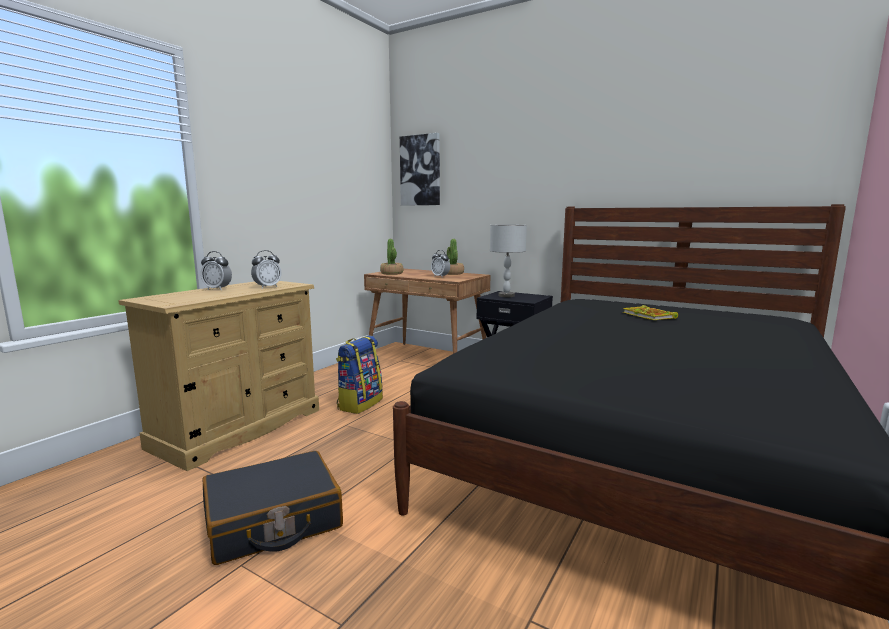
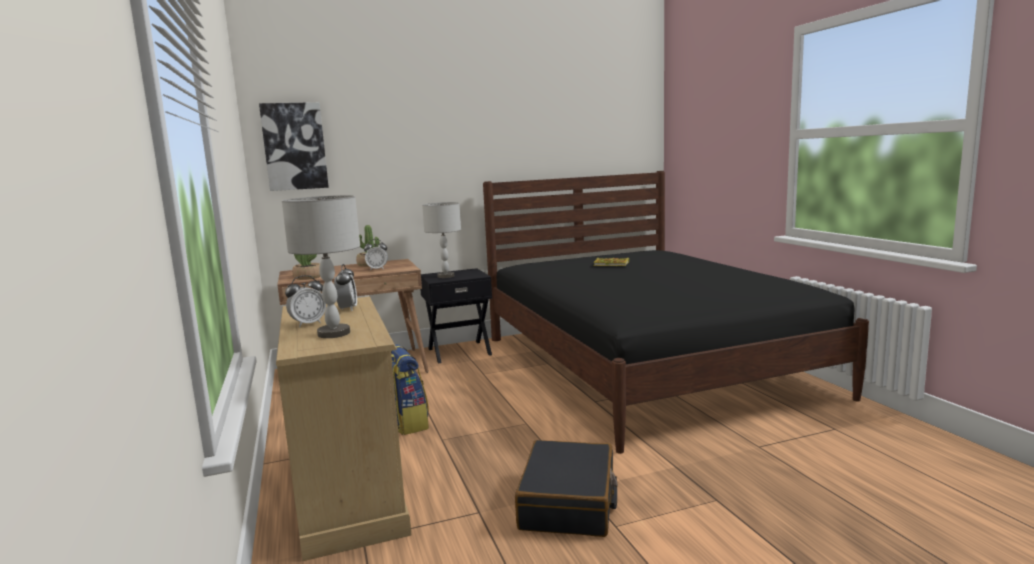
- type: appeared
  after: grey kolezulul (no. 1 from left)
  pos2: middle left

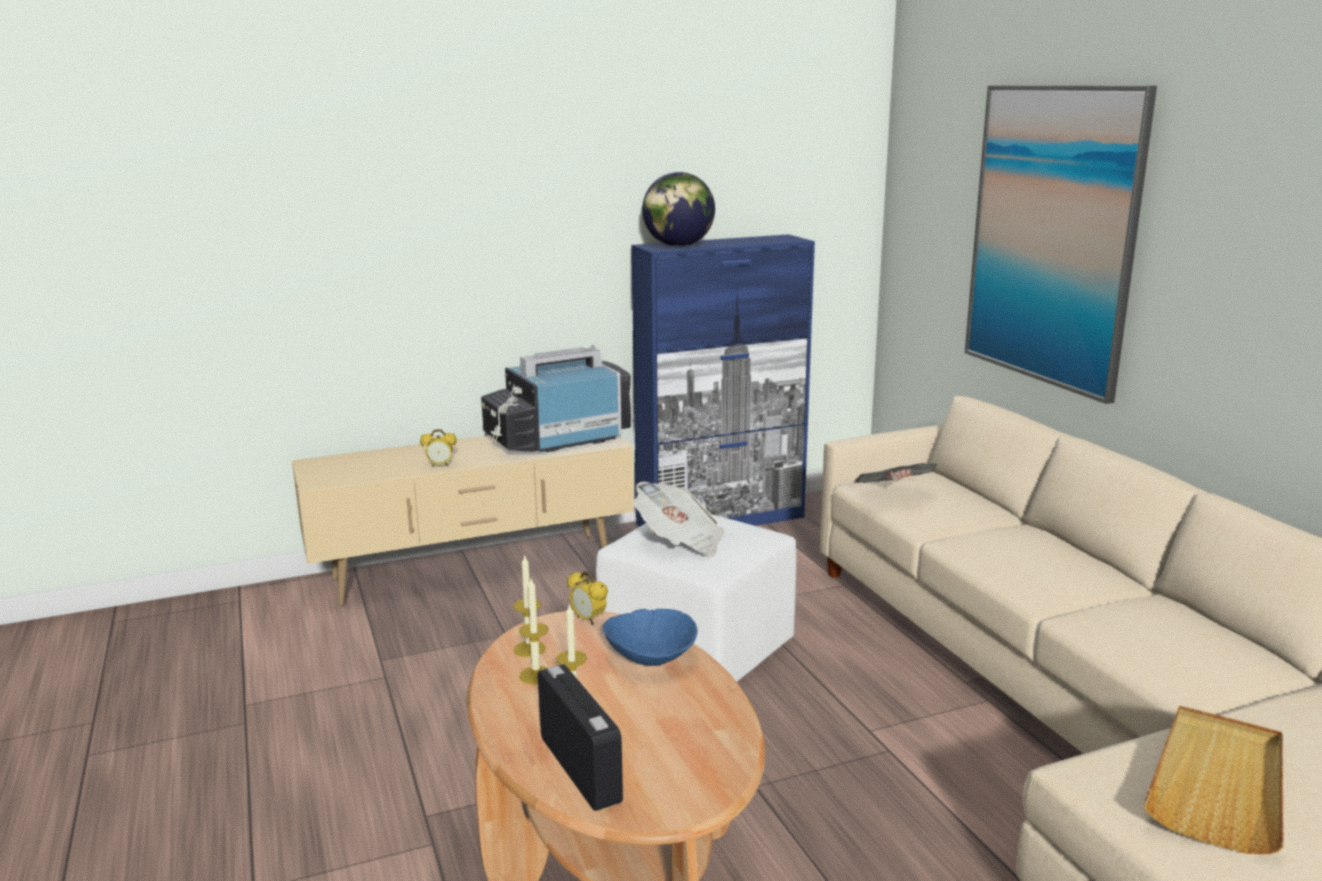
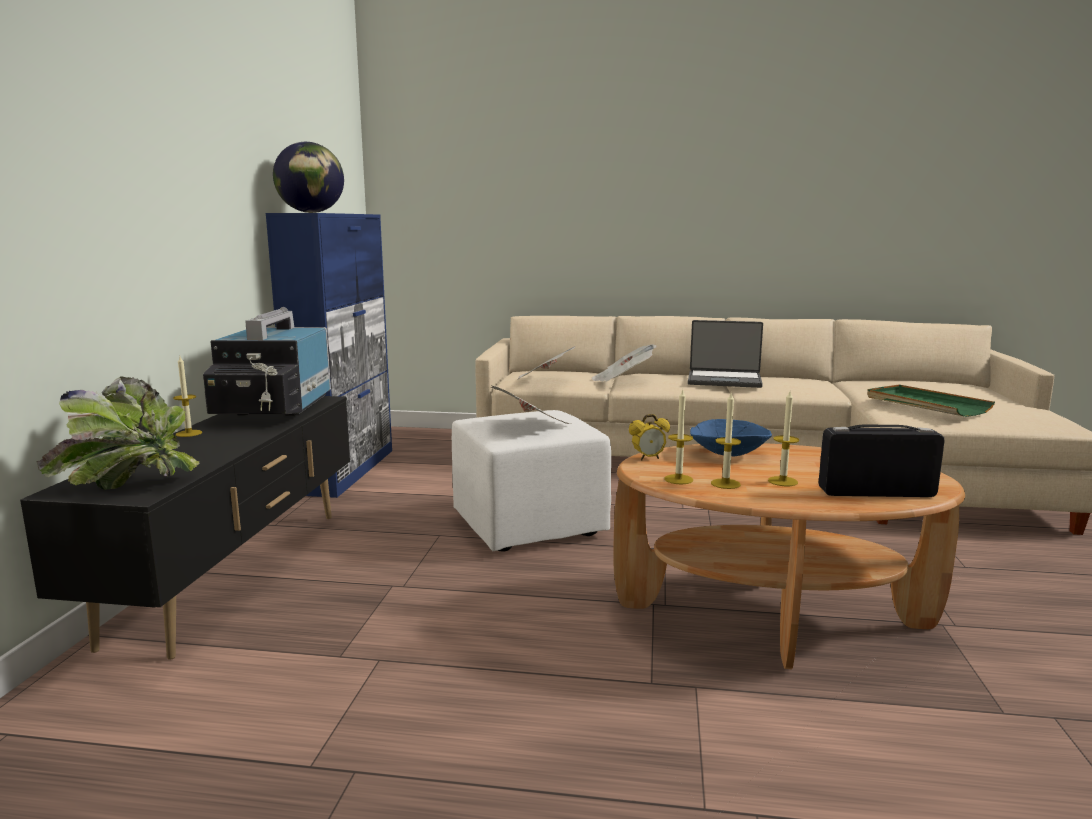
- type: missing
  before: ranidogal
  pos1: top right
- type: missing
  before: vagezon (no. 1 from left)
  pos1: middle left
- type: colour
  before: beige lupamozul
  after: black lupamozul
  pos1: centre
  pos2: middle left
- type: colour
  before: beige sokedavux
  after: green sokedavux
  pos1: bottom right
  pos2: middle right
- type: appeared
  after: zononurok
  pos2: centre
- type: appeared
  after: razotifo (no. 3 from left)
  pos2: centre
- type: appeared
  after: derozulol (no. 1 from left)
  pos2: middle left
- type: appeared
  after: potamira
  pos2: middle left

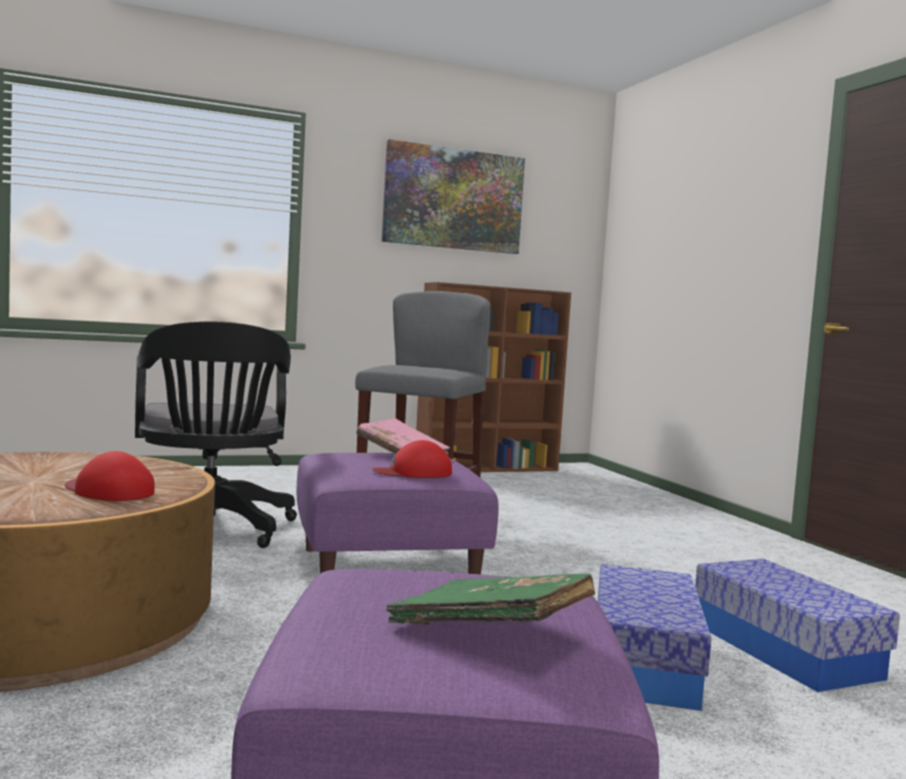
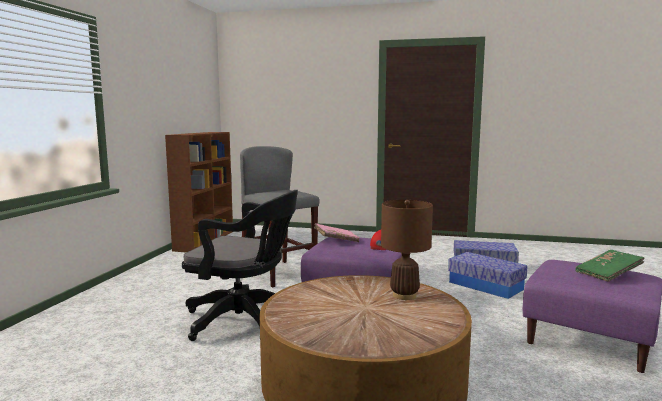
- type: missing
  before: ranidogal
  pos1: top centre
- type: exchanged
  before: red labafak (no. 1 from left)
  after: brown kolezulul
  pos1: middle left
  pos2: centre

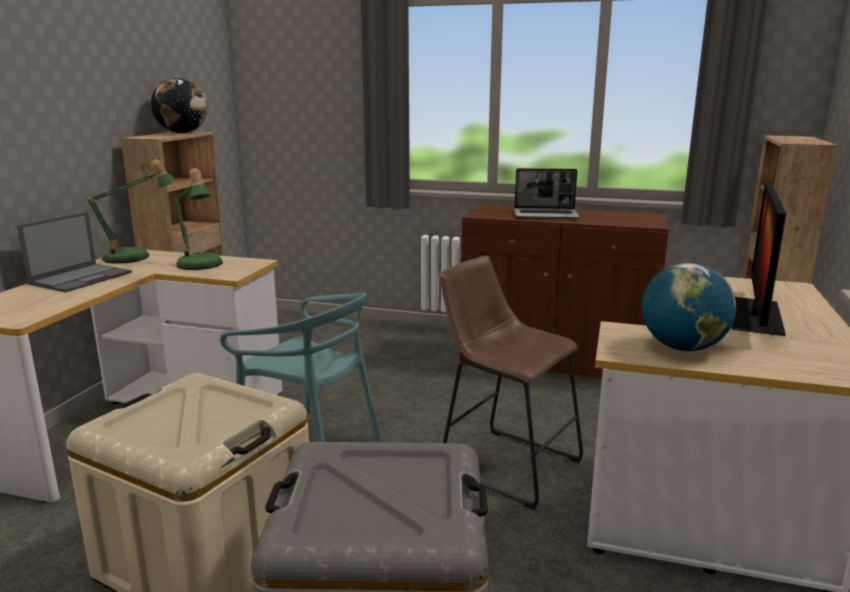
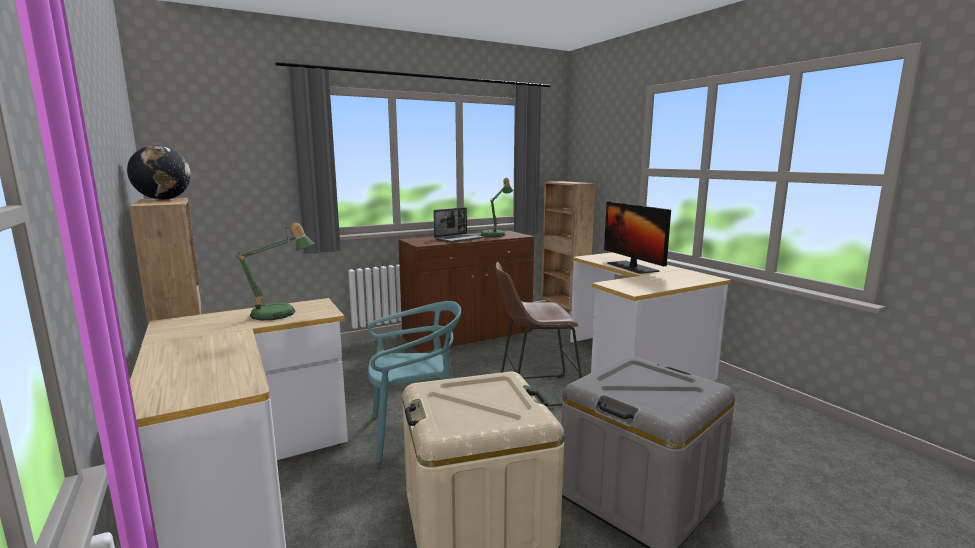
- type: relocated
  before: kolezulul (no. 1 from left in the first image)
  after: kolezulul (no. 2 from left)
  pos1: middle left
  pos2: centre
- type: missing
  before: zononurok (no. 1 from left)
  pos1: middle left
- type: missing
  before: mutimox (no. 2 from left)
  pos1: middle right

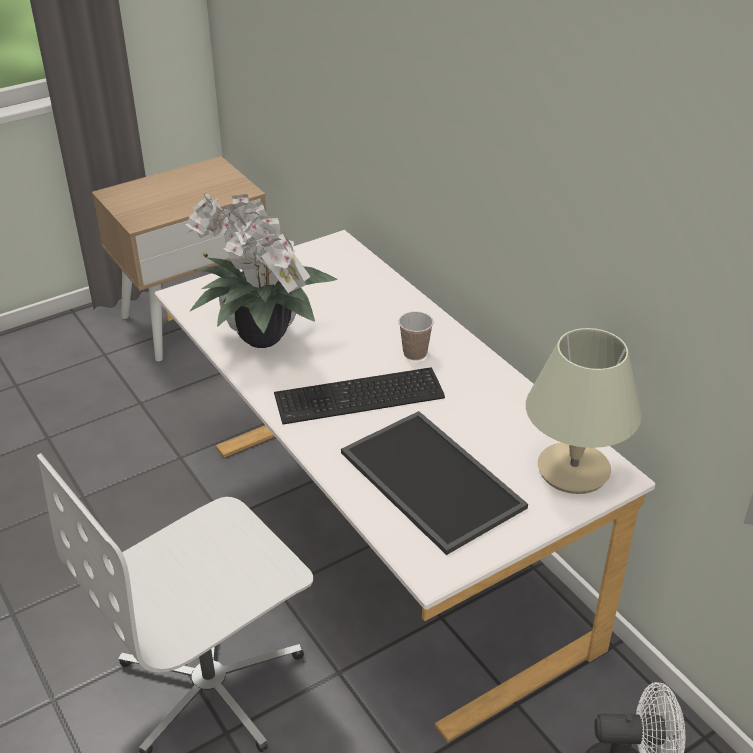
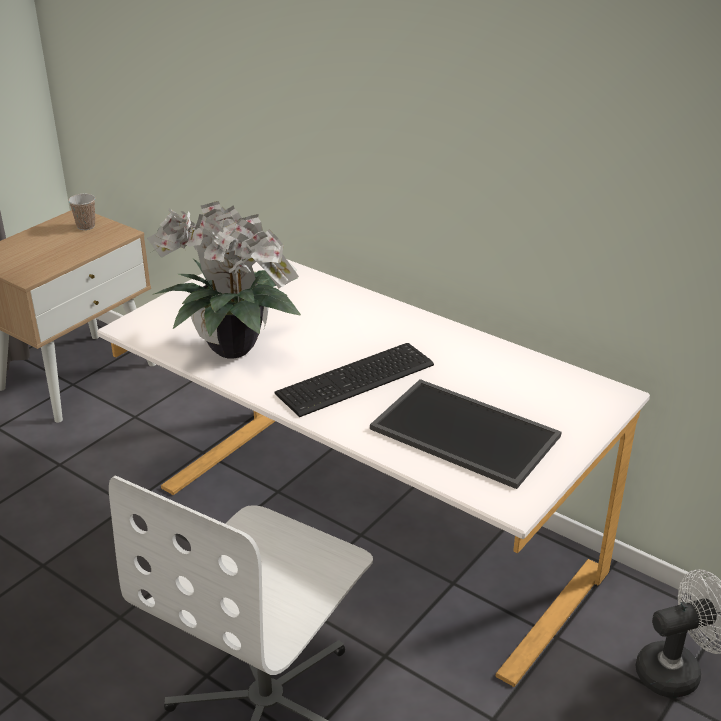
- type: relocated
  before: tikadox
  pos1: centre
  pos2: top left
- type: missing
  before: beige kolezulul
  pos1: middle right

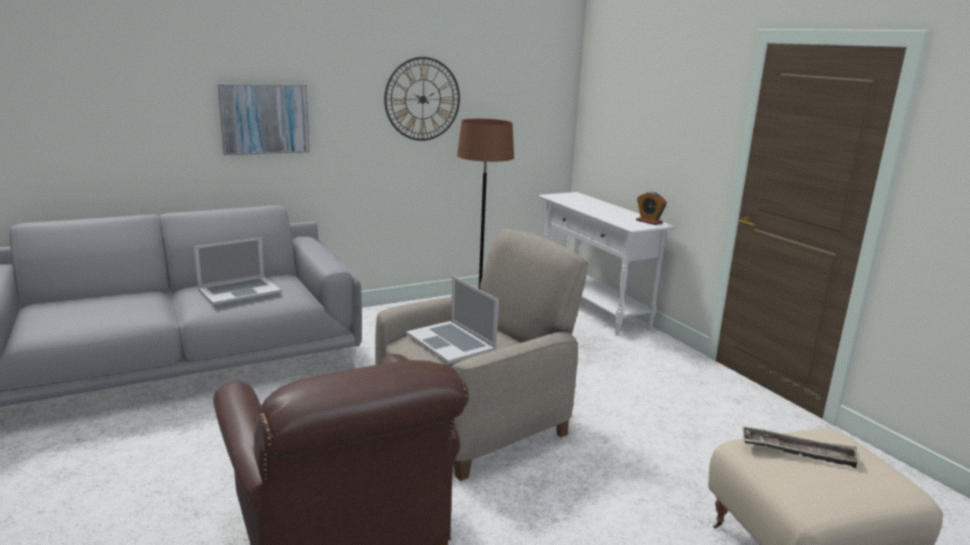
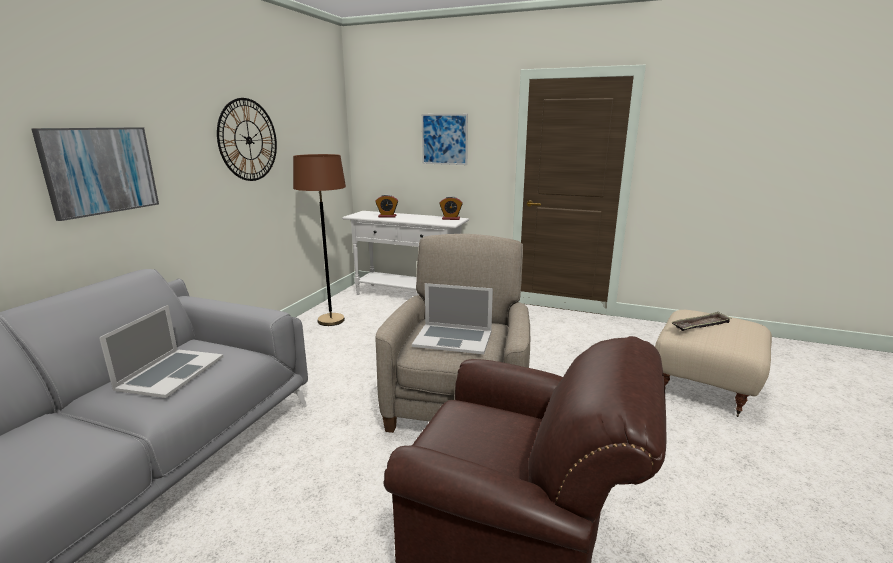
- type: appeared
  after: ranidogal (no. 2 from left)
  pos2: top centre
- type: appeared
  after: vagezon (no. 1 from left)
  pos2: centre

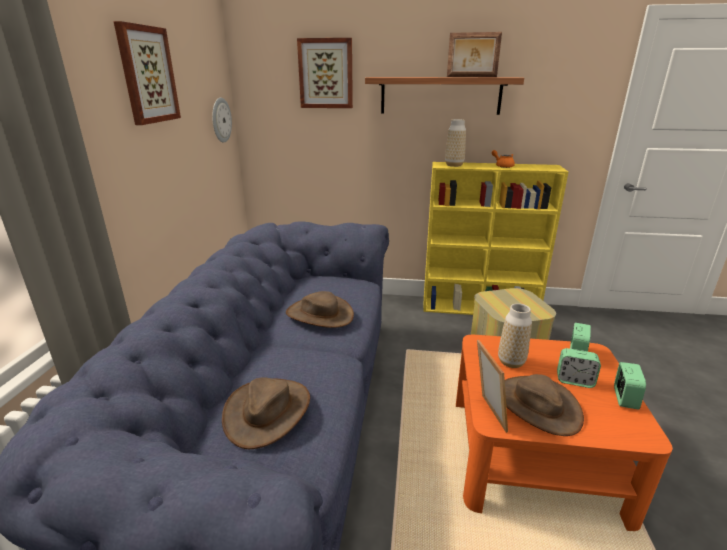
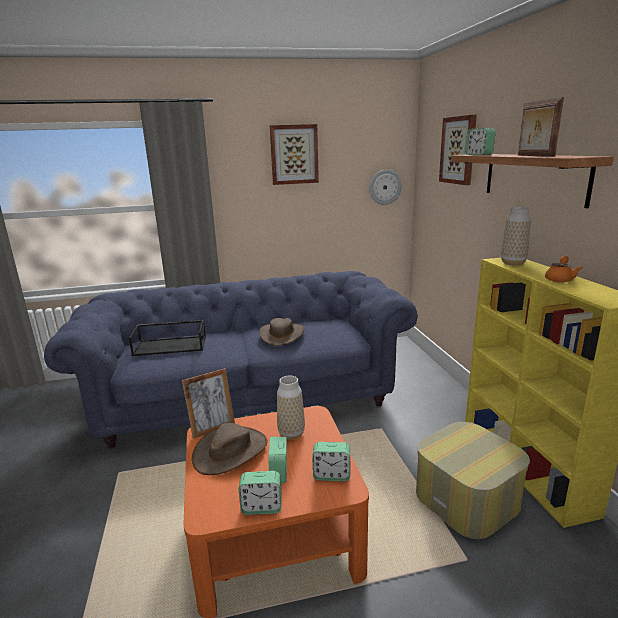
- type: exchanged
  before: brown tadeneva (no. 1 from left)
  after: black sokedavux
  pos1: bottom centre
  pos2: middle left
- type: appeared
  after: vagezon (no. 4 from left)
  pos2: top right

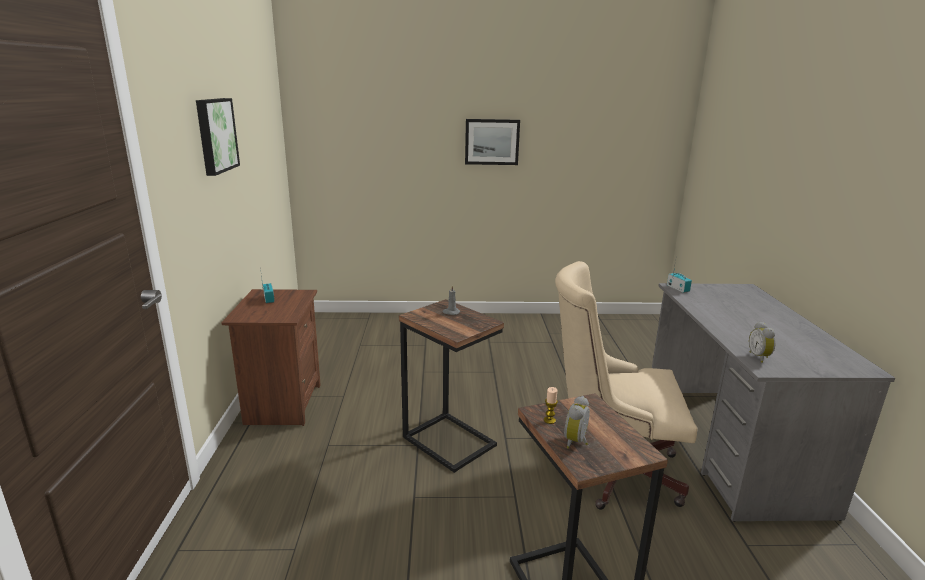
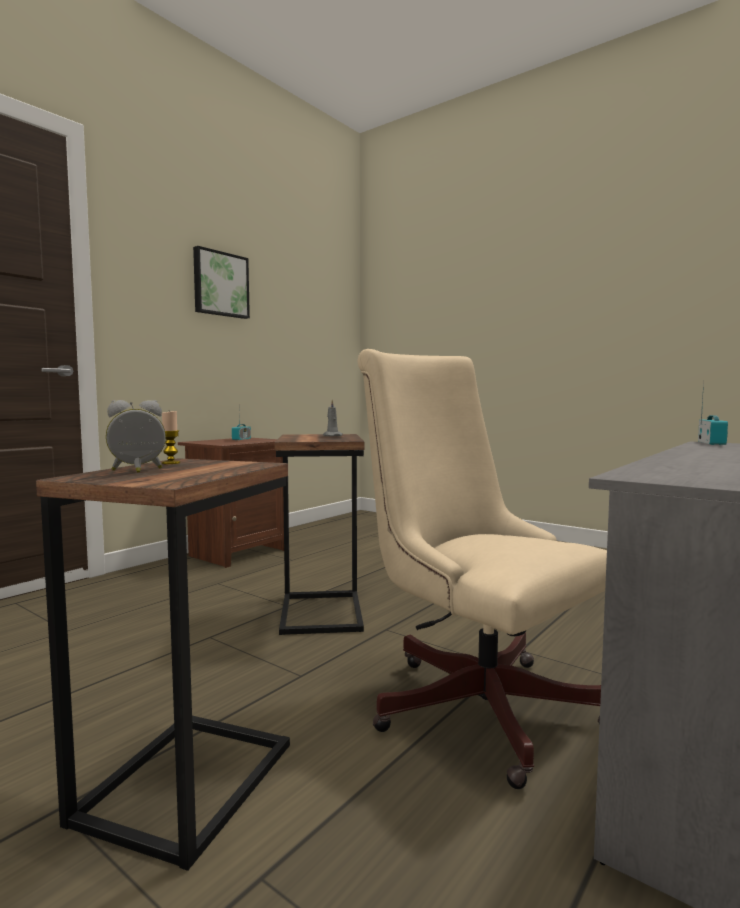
- type: missing
  before: ranidogal (no. 2 from left)
  pos1: top centre
- type: missing
  before: vagezon (no. 2 from left)
  pos1: middle right

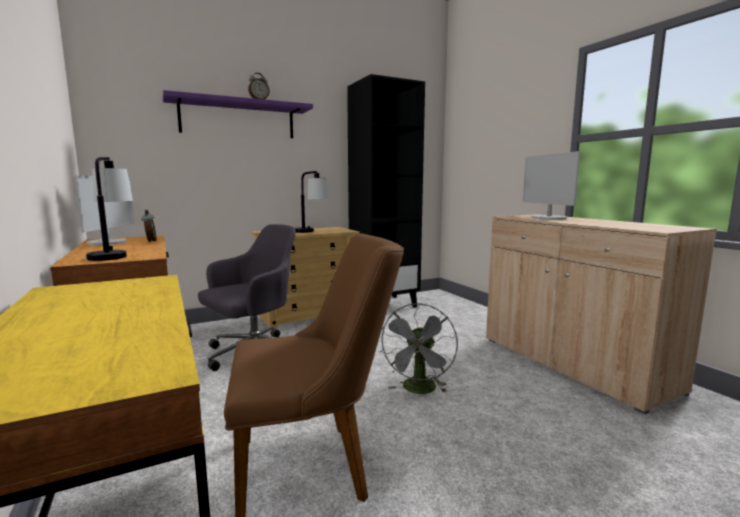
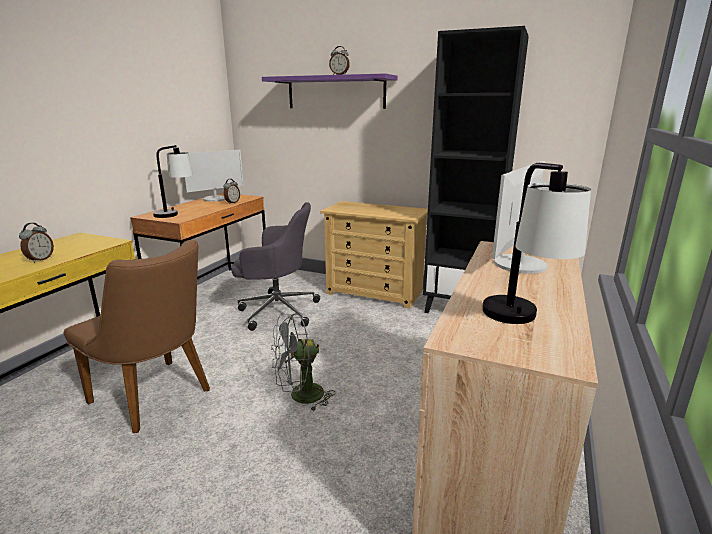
- type: relocated
  before: kolezulul (no. 2 from left)
  pos1: centre
  pos2: middle right
- type: appeared
  after: vagezon (no. 1 from left)
  pos2: middle left

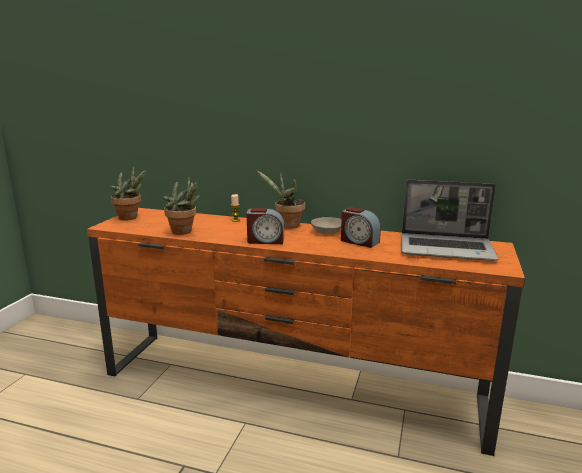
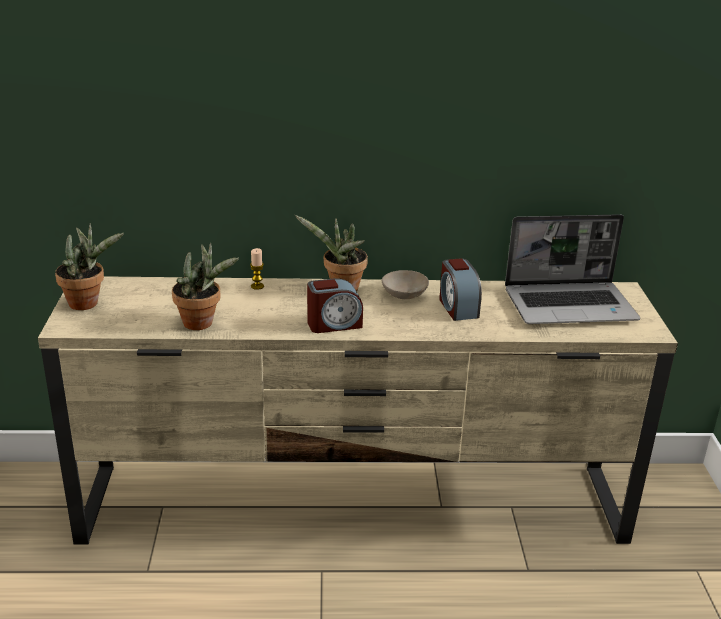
- type: spun
  before: vagezon (no. 2 from left)
  pos1: centre
  pos2: centre
  turn: 60
- type: colour
  before: orange lupamozul
  after: beige lupamozul
  pos1: bottom centre
  pos2: centre

